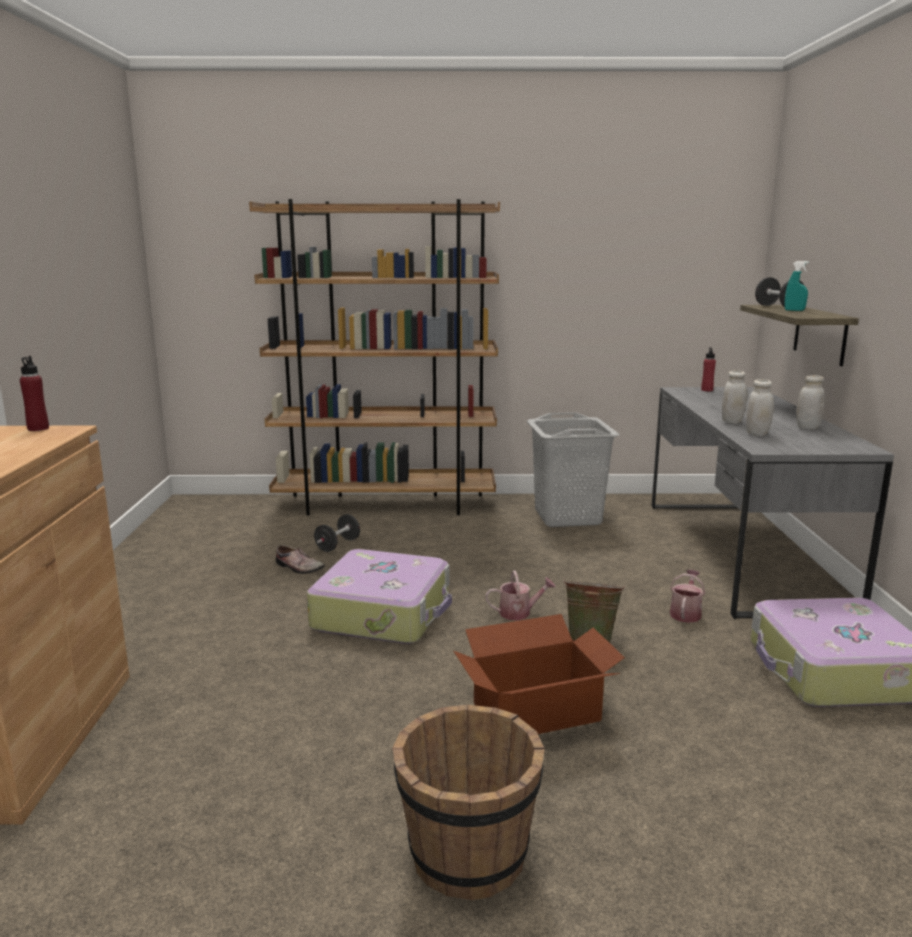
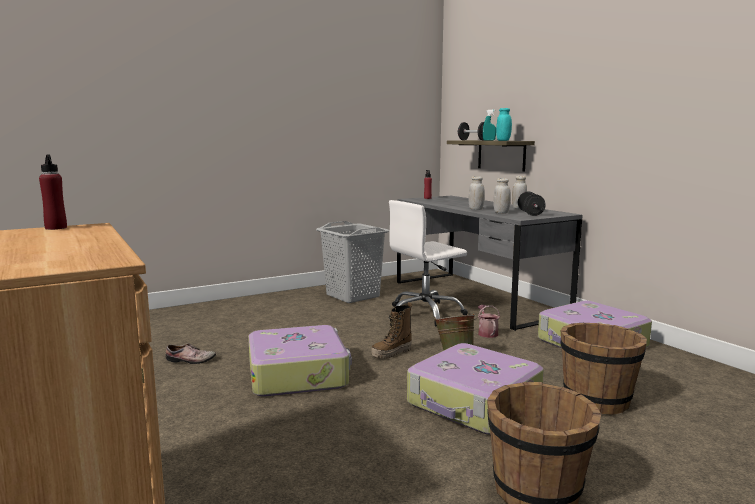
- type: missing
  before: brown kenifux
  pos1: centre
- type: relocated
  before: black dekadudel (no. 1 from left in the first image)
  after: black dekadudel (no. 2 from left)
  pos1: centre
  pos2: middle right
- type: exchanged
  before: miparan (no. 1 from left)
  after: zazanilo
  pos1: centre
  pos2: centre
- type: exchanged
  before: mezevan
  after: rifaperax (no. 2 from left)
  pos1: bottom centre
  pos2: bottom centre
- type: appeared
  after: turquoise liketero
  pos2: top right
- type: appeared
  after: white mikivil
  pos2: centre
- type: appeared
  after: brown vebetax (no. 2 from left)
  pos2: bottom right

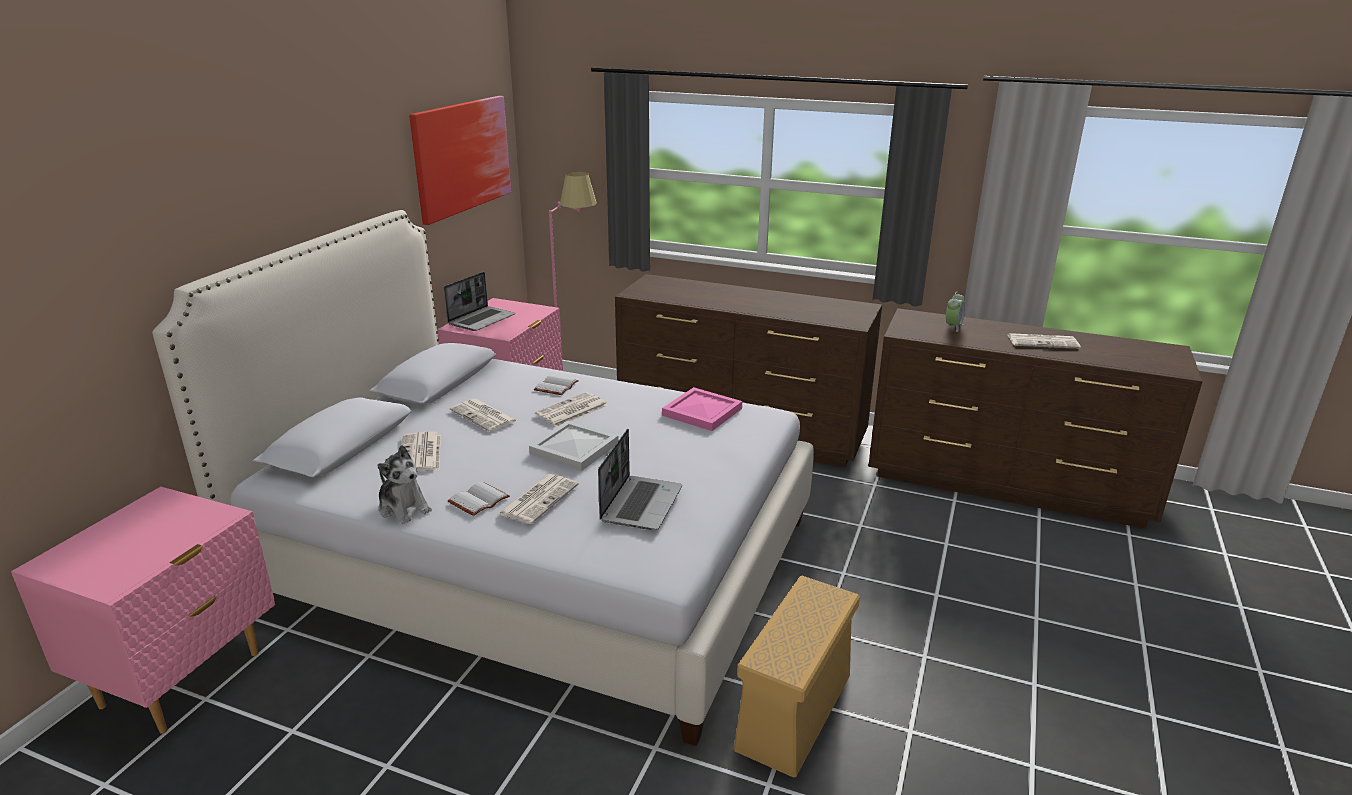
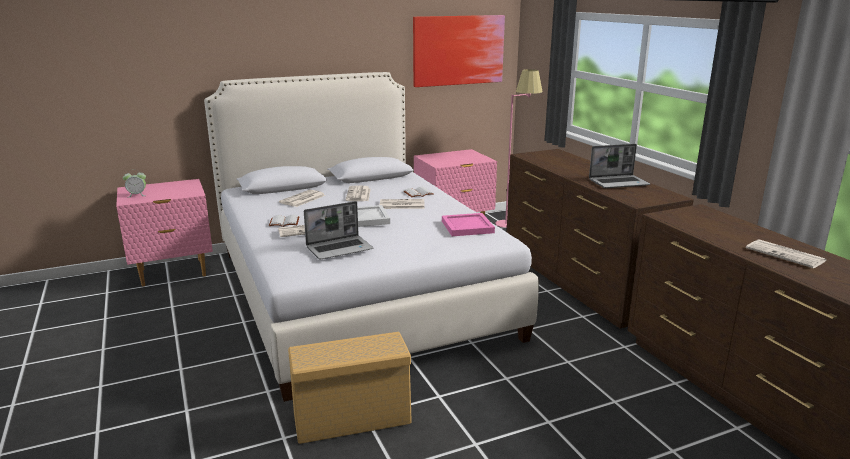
- type: relocated
  before: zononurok (no. 1 from left in the first image)
  after: zononurok (no. 2 from left)
  pos1: centre
  pos2: middle right
- type: relocated
  before: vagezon
  pos1: middle right
  pos2: middle left
- type: missing
  before: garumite
  pos1: middle left

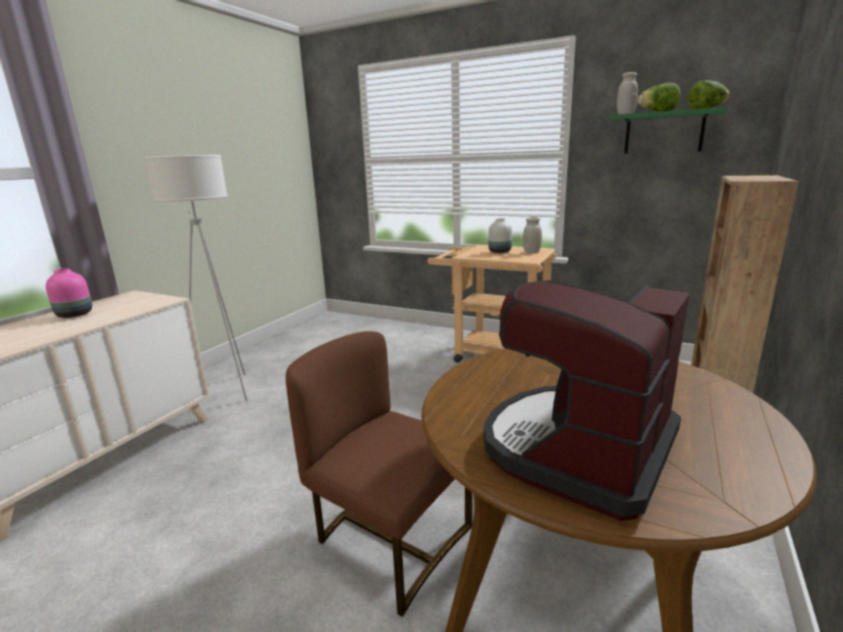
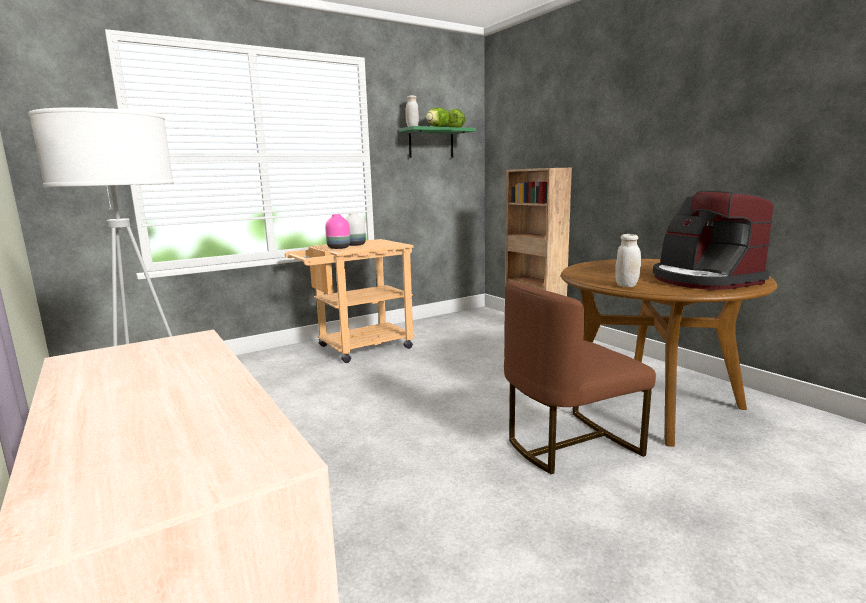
- type: relocated
  before: white liketero (no. 1 from left in the first image)
  after: white liketero (no. 2 from left)
  pos1: centre
  pos2: middle right
- type: relocated
  before: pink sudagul
  pos1: middle left
  pos2: centre

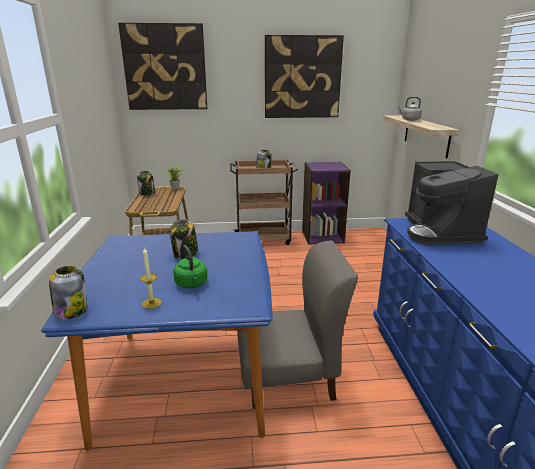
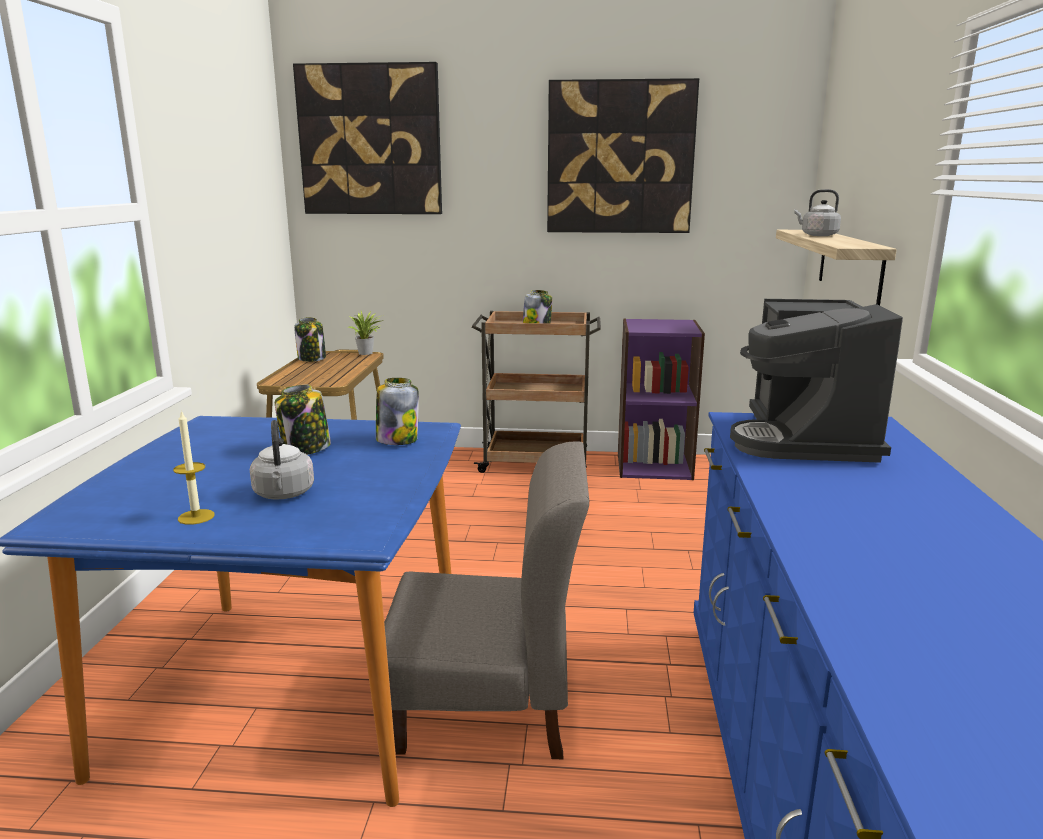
- type: colour
  before: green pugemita
  after: grey pugemita (no. 1 from left)
  pos1: centre
  pos2: middle left
- type: relocated
  before: liketero (no. 1 from left in the first image)
  after: liketero (no. 3 from left)
  pos1: middle left
  pos2: centre

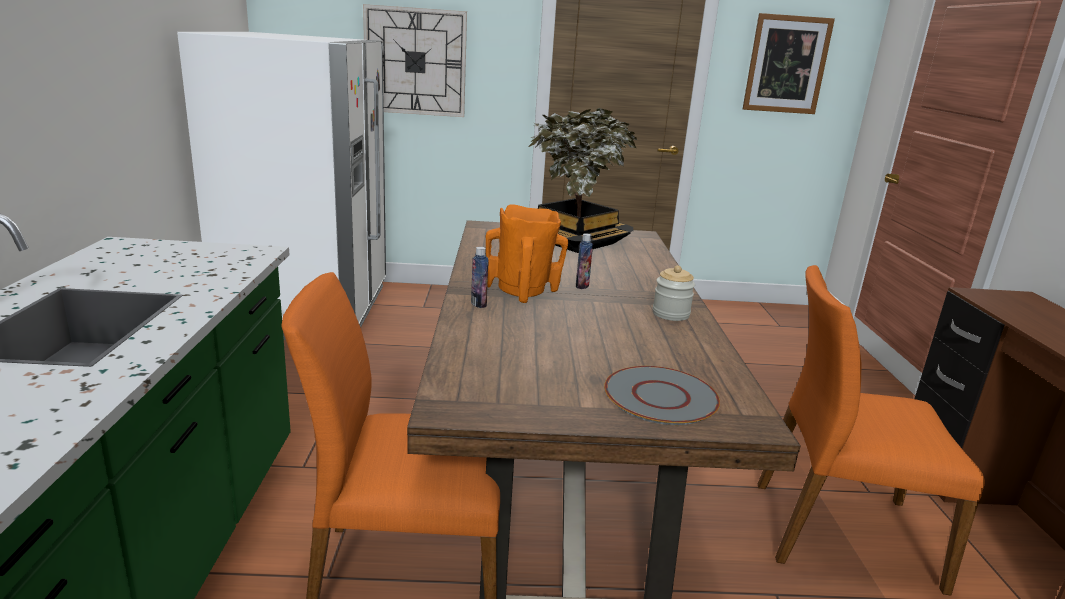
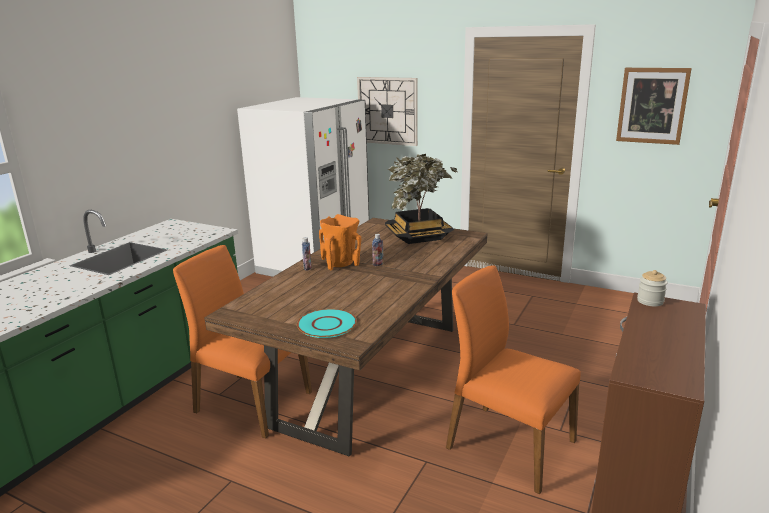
- type: relocated
  before: liketero
  pos1: centre
  pos2: middle right
- type: colour
  before: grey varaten
  after: turquoise varaten
  pos1: centre
  pos2: centre

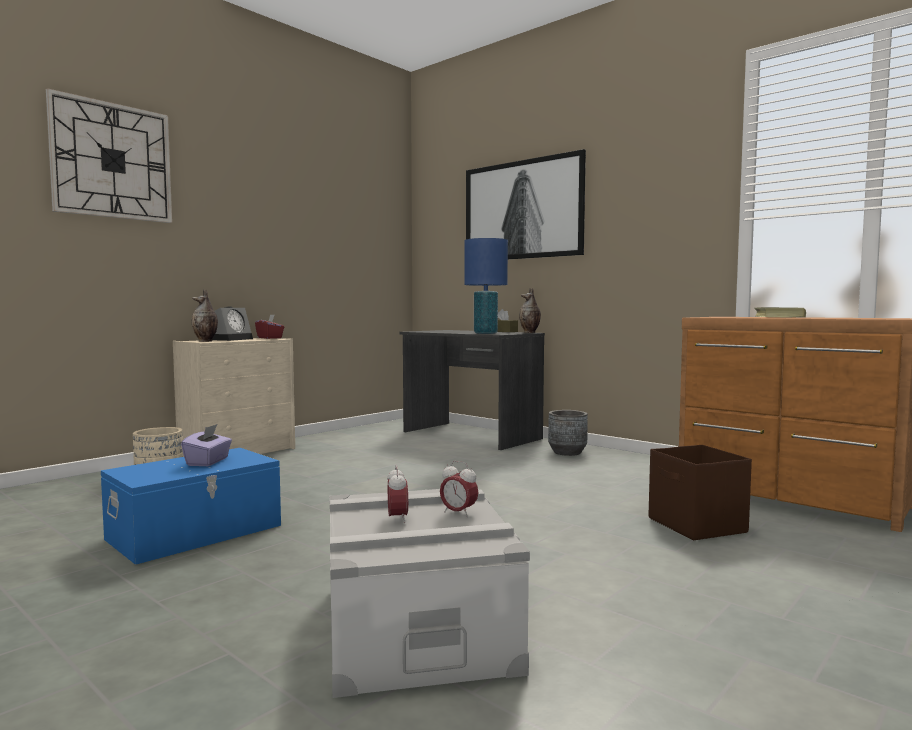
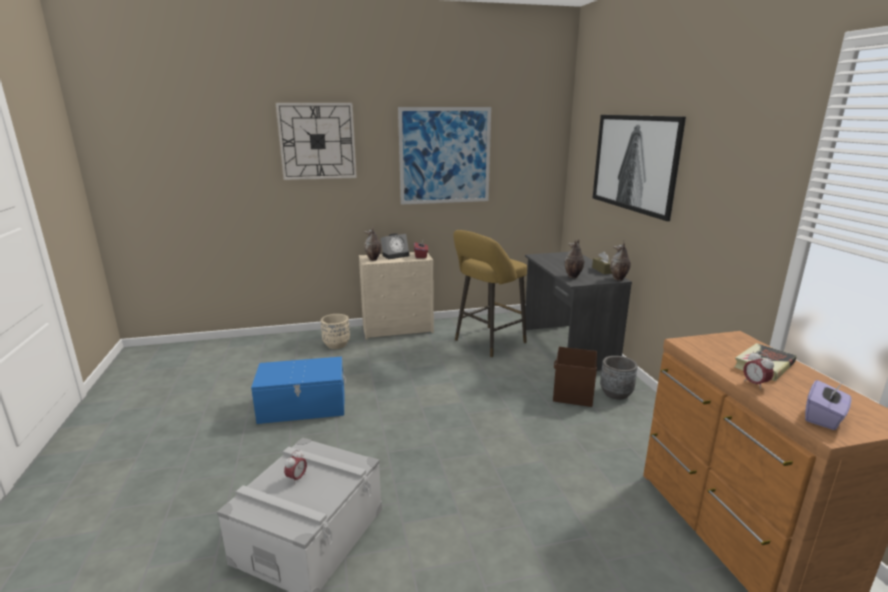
- type: exchanged
  before: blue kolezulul
  after: sudagul (no. 2 from left)
  pos1: centre
  pos2: centre
- type: relocated
  before: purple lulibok
  pos1: middle left
  pos2: bottom right
- type: relocated
  before: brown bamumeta
  pos1: bottom right
  pos2: centre
- type: relocated
  before: vagezon (no. 3 from left)
  pos1: bottom centre
  pos2: middle right
- type: appeared
  after: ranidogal (no. 1 from left)
  pos2: top centre
- type: appeared
  after: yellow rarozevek
  pos2: centre

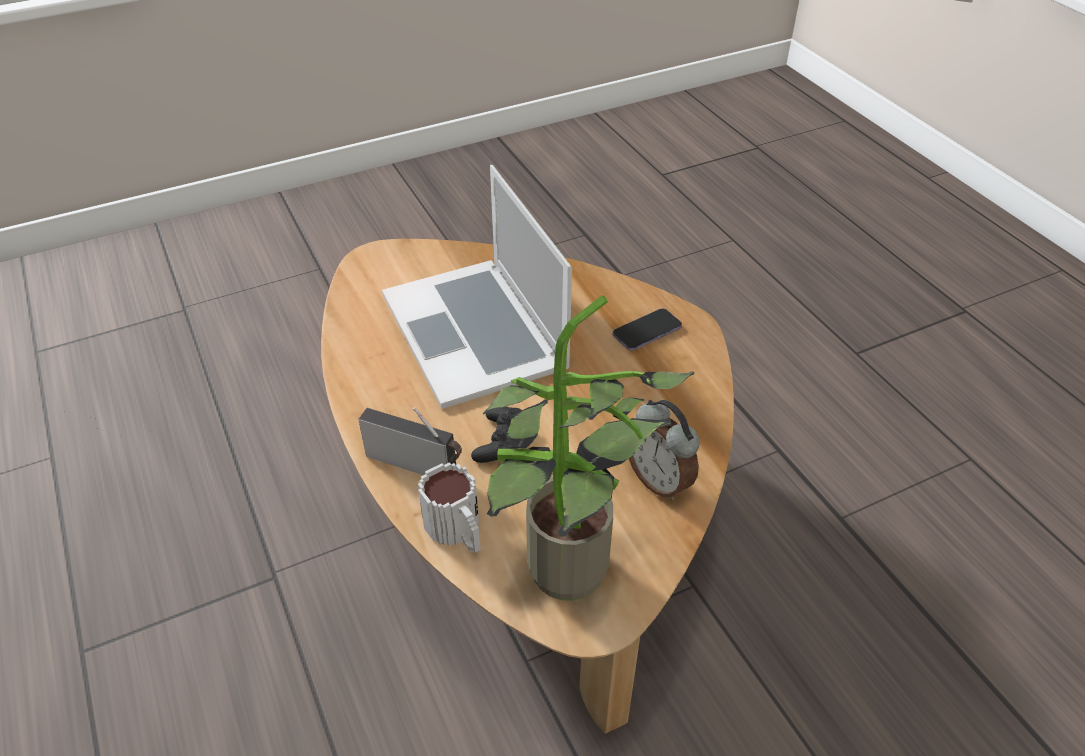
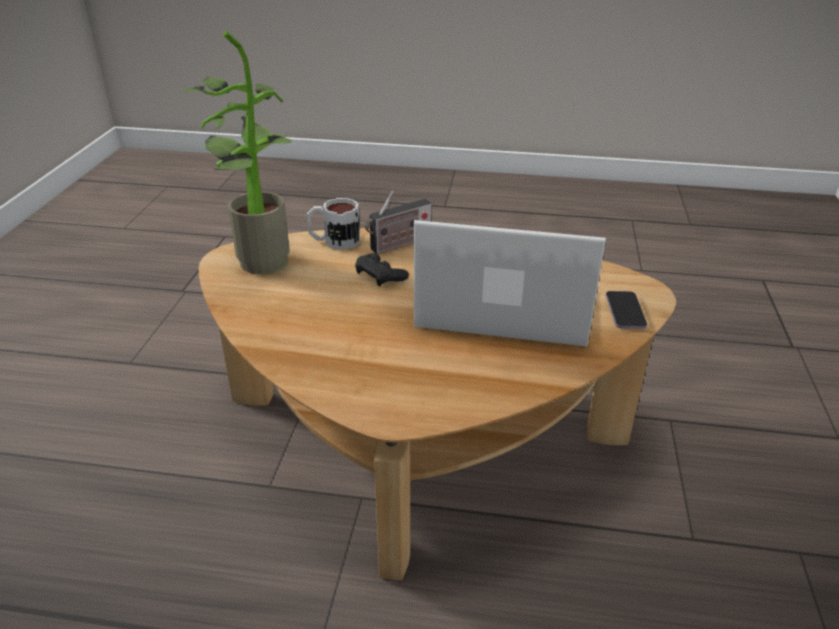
- type: relocated
  before: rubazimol
  pos1: centre
  pos2: middle right
- type: missing
  before: vagezon
  pos1: centre

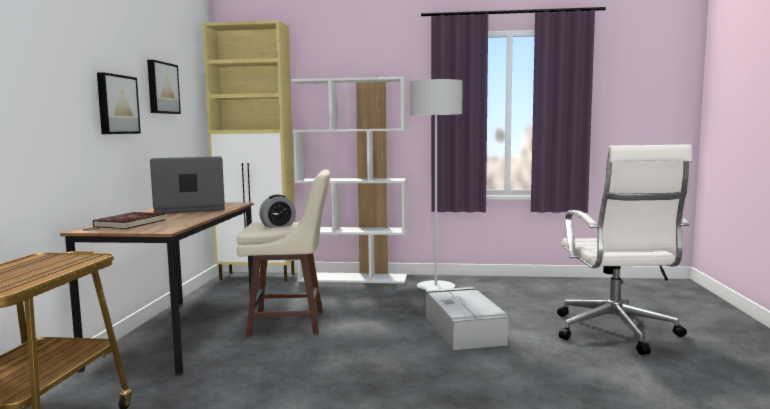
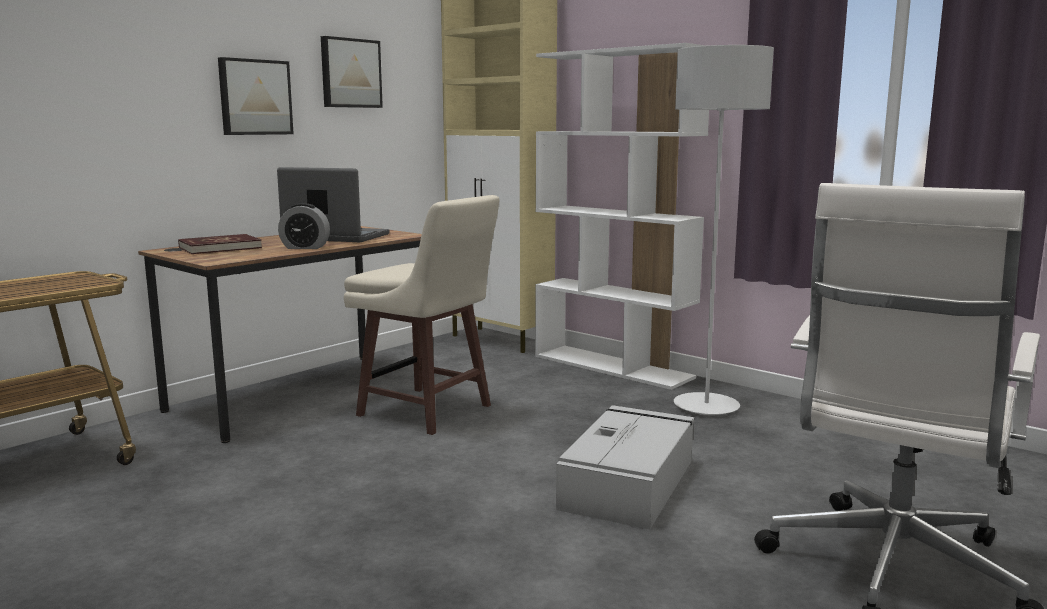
- type: relocated
  before: vagezon
  pos1: centre
  pos2: middle left

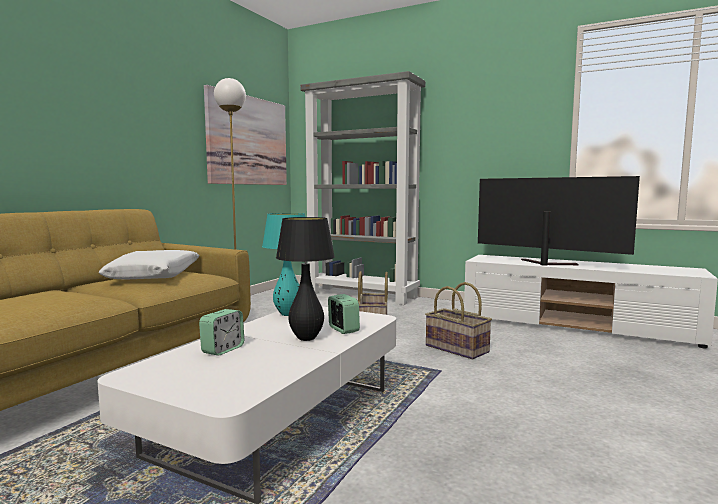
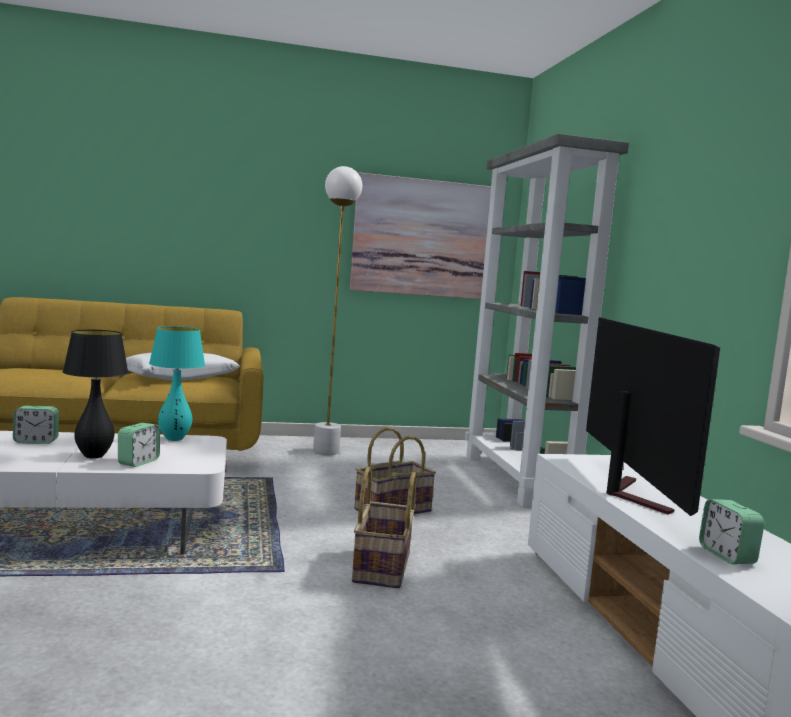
- type: appeared
  after: vagezon (no. 3 from left)
  pos2: bottom right

